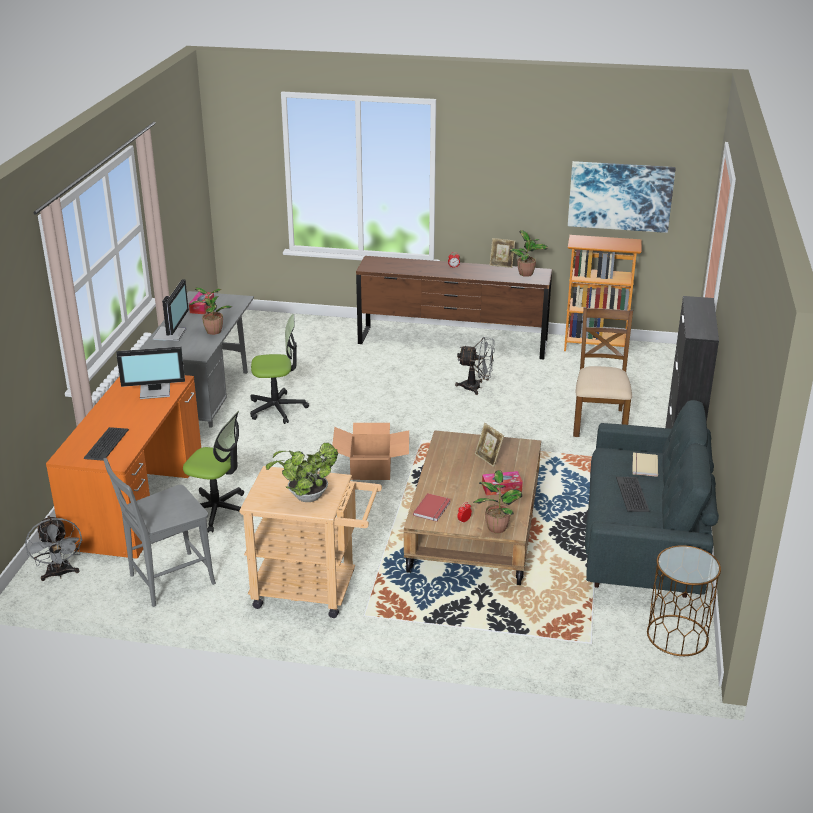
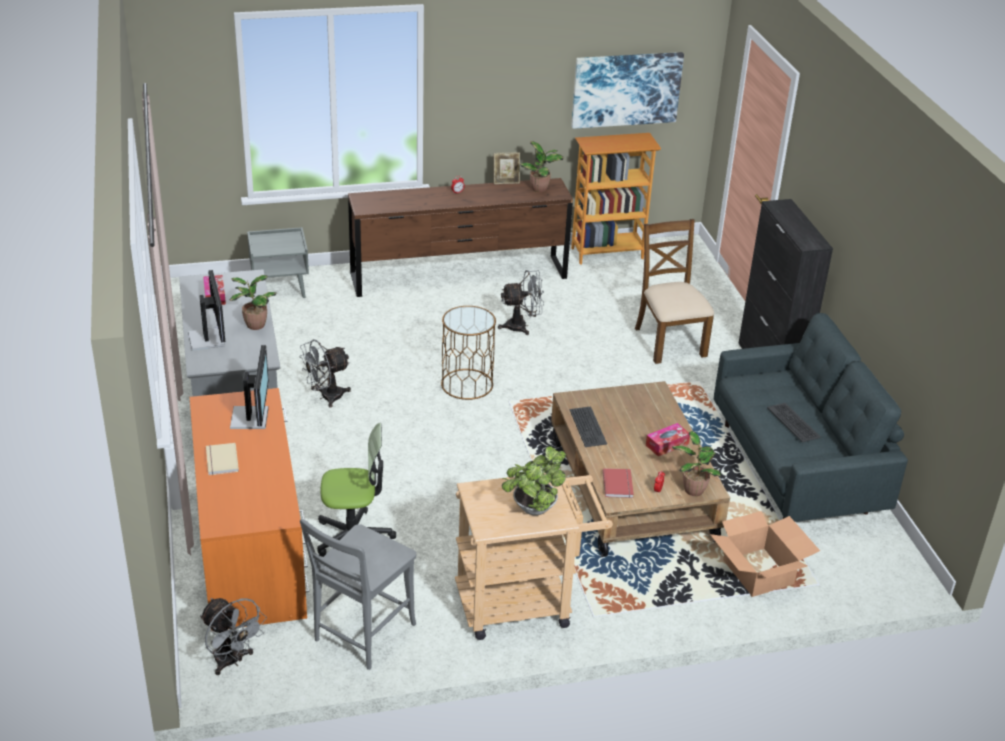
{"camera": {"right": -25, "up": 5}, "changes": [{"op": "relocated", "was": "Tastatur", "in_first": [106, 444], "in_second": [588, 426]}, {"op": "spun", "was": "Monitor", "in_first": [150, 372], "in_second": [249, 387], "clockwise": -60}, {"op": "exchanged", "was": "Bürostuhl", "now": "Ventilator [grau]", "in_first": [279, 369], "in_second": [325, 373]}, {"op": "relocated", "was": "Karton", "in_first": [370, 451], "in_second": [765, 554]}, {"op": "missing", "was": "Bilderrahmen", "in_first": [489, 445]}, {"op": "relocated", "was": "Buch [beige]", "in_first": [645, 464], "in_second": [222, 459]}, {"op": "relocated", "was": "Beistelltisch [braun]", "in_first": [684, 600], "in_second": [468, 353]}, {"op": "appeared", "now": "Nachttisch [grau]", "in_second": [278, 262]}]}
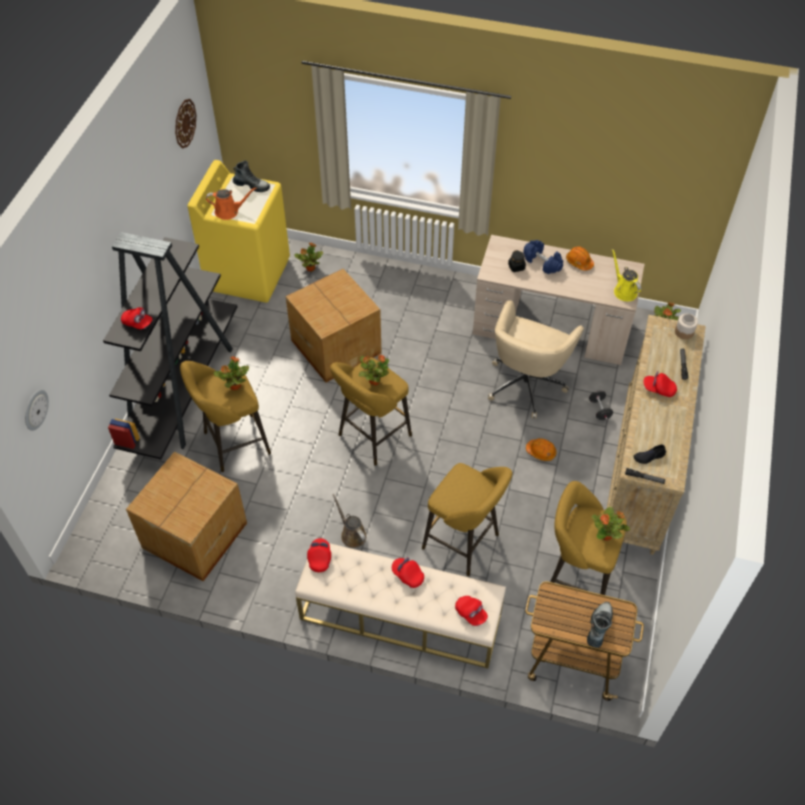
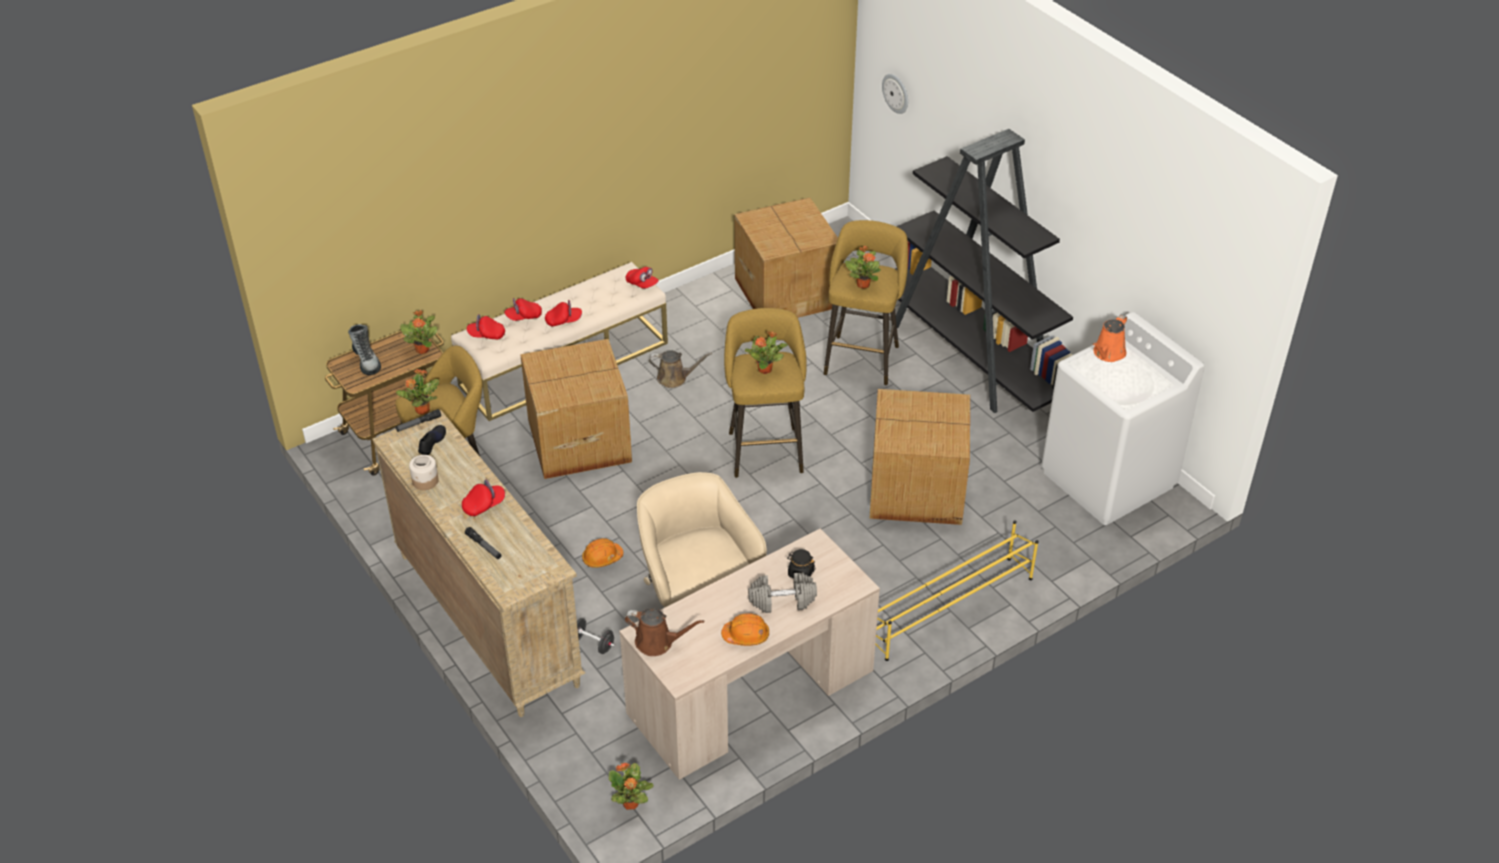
{"camera": {"right": 130, "up": -10}, "changes": [{"op": "relocated", "was": "Kappe [rot]", "in_first": [137, 318], "in_second": [523, 309]}, {"op": "missing", "was": "Wanduhr", "in_first": [185, 123]}, {"op": "colour", "was": "Waschmaschine [gelb]", "now": "Waschmaschine [weiß]", "in_first": [239, 231], "in_second": [1123, 418]}, {"op": "missing", "was": "Stiefel", "in_first": [251, 176]}, {"op": "relocated", "was": "Topfpflanze", "in_first": [308, 257], "in_second": [419, 332]}, {"op": "exchanged", "was": "Hocker [gelb]", "now": "Karton", "in_first": [467, 519], "in_second": [576, 409]}, {"op": "colour", "was": "Hantel [blau]", "now": "Hantel [grau]", "in_first": [543, 257], "in_second": [782, 593]}, {"op": "colour", "was": "Gießkanne [gelb]", "now": "Gießkanne [braun]", "in_first": [626, 275], "in_second": [664, 632]}, {"op": "relocated", "was": "Vorratsglas", "in_first": [686, 326], "in_second": [424, 472]}, {"op": "appeared", "now": "Schuhregal [gelb]", "in_second": [957, 590]}]}
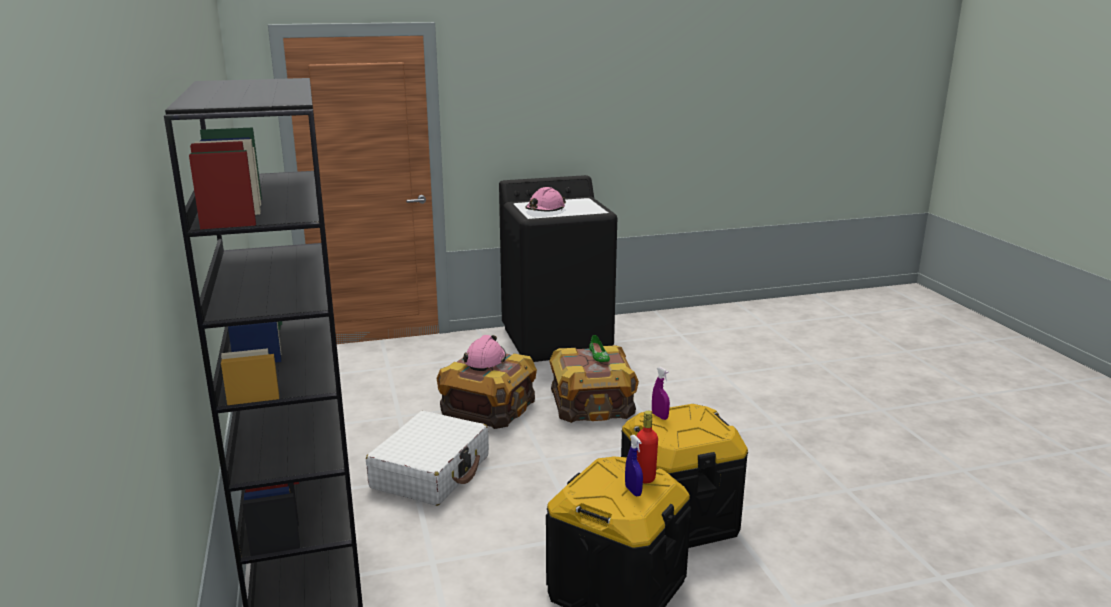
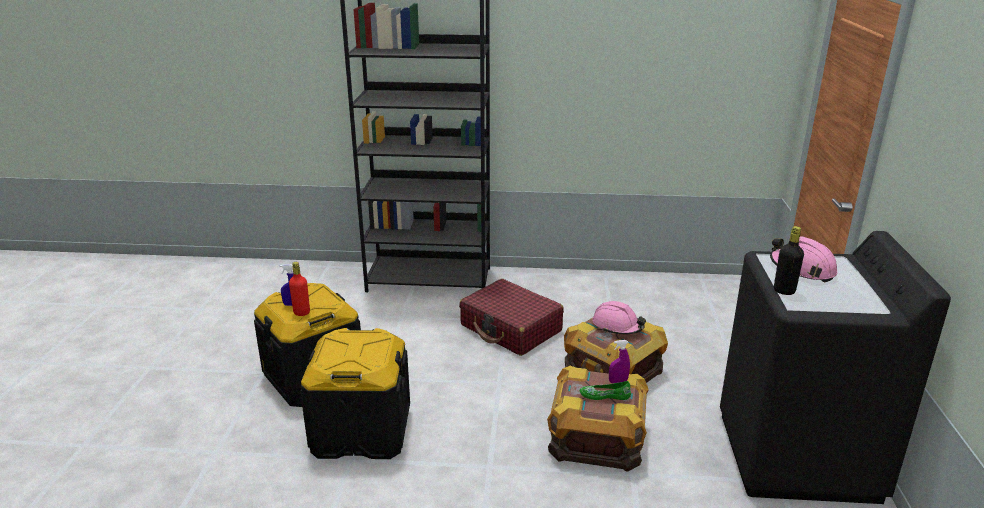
{"camera": {"right": 110, "up": 5}, "changes": [{"op": "colour", "was": "Koffer [weiß]", "now": "Koffer [rot]", "in_first": [427, 458], "in_second": [511, 317]}, {"op": "relocated", "was": "Sprühflasche [lila]", "in_first": [661, 393], "in_second": [619, 361]}, {"op": "appeared", "now": "Flasche [schwarz]", "in_second": [789, 260]}]}
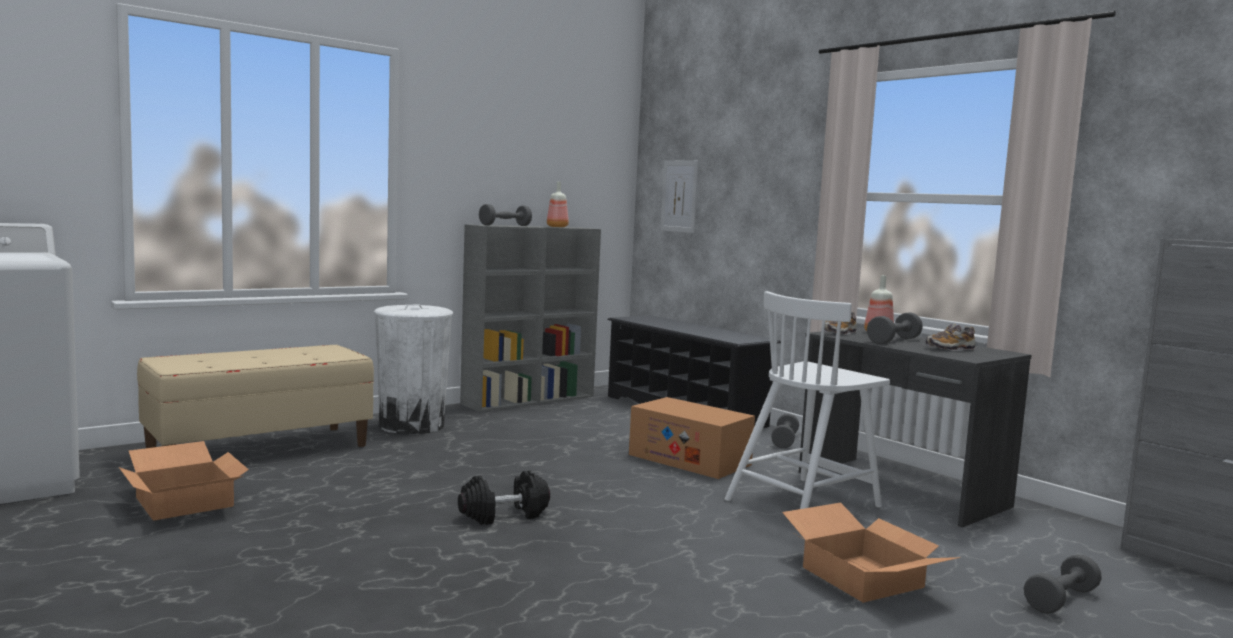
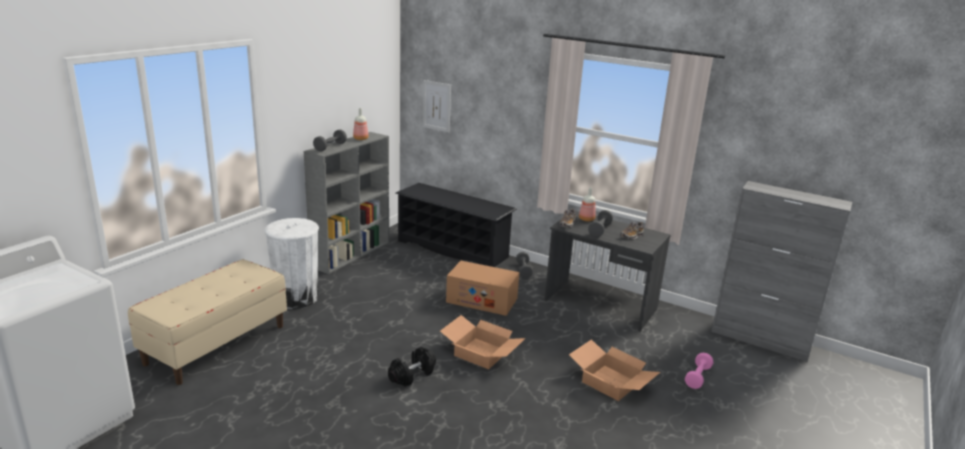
{"camera": {"right": -20, "up": 15}, "changes": [{"op": "relocated", "was": "Karton", "in_first": [184, 480], "in_second": [483, 342]}, {"op": "missing", "was": "Stuhl [weiß]", "in_first": [807, 400]}, {"op": "colour", "was": "Hantel [grau]", "now": "Hantel [rosa]", "in_first": [1063, 584], "in_second": [699, 371]}]}
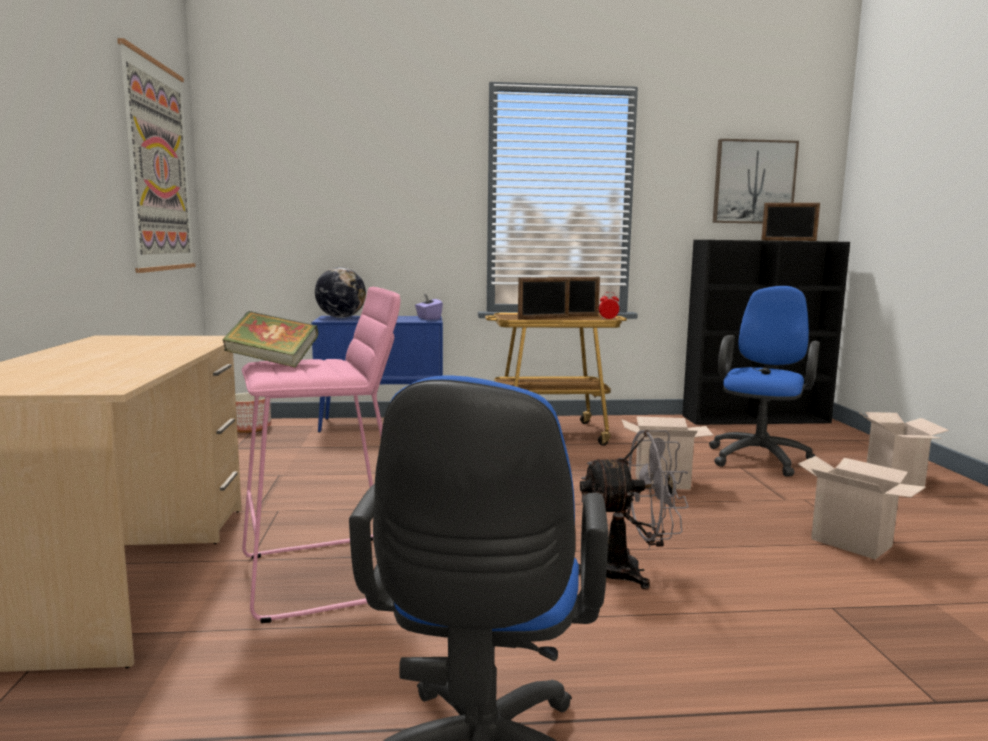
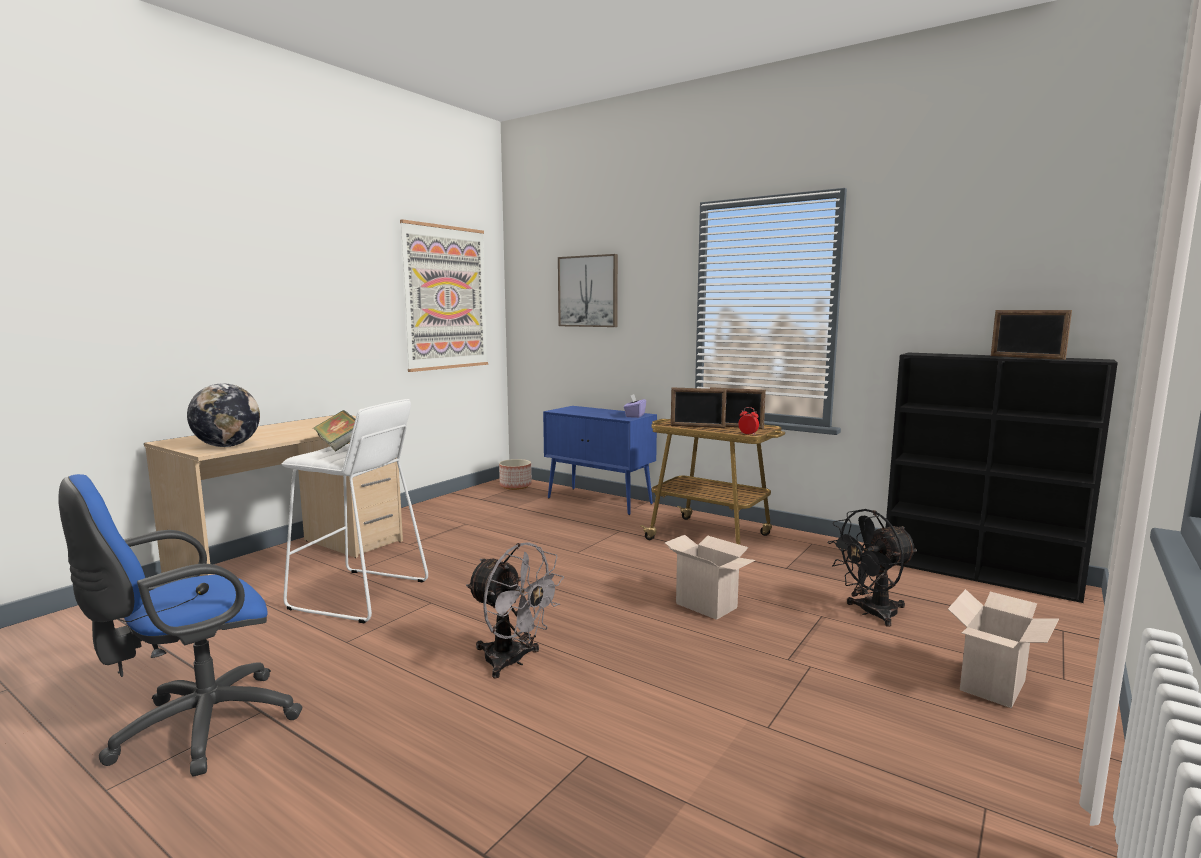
{"camera": {"right": 40, "up": 0}, "changes": [{"op": "colour", "was": "Hocker [rosa]", "now": "Hocker [weiß]", "in_first": [321, 455], "in_second": [355, 511]}, {"op": "relocated", "was": "Globus", "in_first": [340, 292], "in_second": [223, 415]}, {"op": "exchanged", "was": "Bürostuhl [blau]", "now": "Ventilator [schwarz]", "in_first": [764, 381], "in_second": [872, 568]}, {"op": "relocated", "was": "Bild", "in_first": [756, 181], "in_second": [588, 290]}, {"op": "missing", "was": "Karton", "in_first": [862, 507]}]}
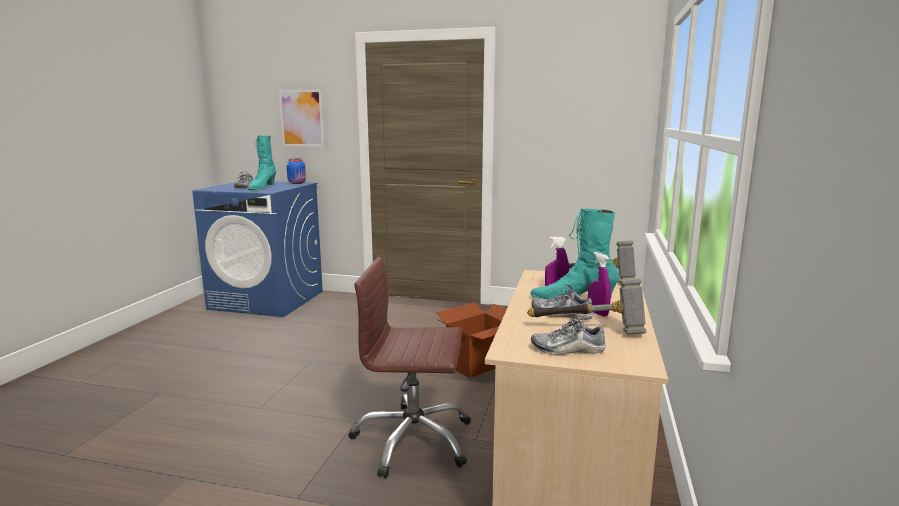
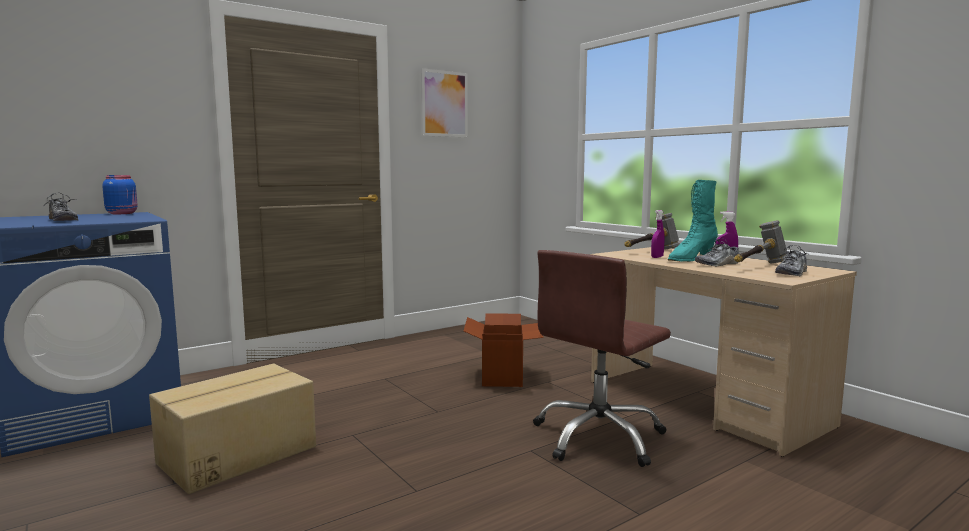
{"camera": {"right": -50, "up": -5}, "changes": [{"op": "missing", "was": "Stiefel [türkis]", "in_first": [262, 162]}, {"op": "relocated", "was": "Bild", "in_first": [302, 118], "in_second": [444, 102]}, {"op": "appeared", "now": "Karton", "in_second": [232, 429]}]}
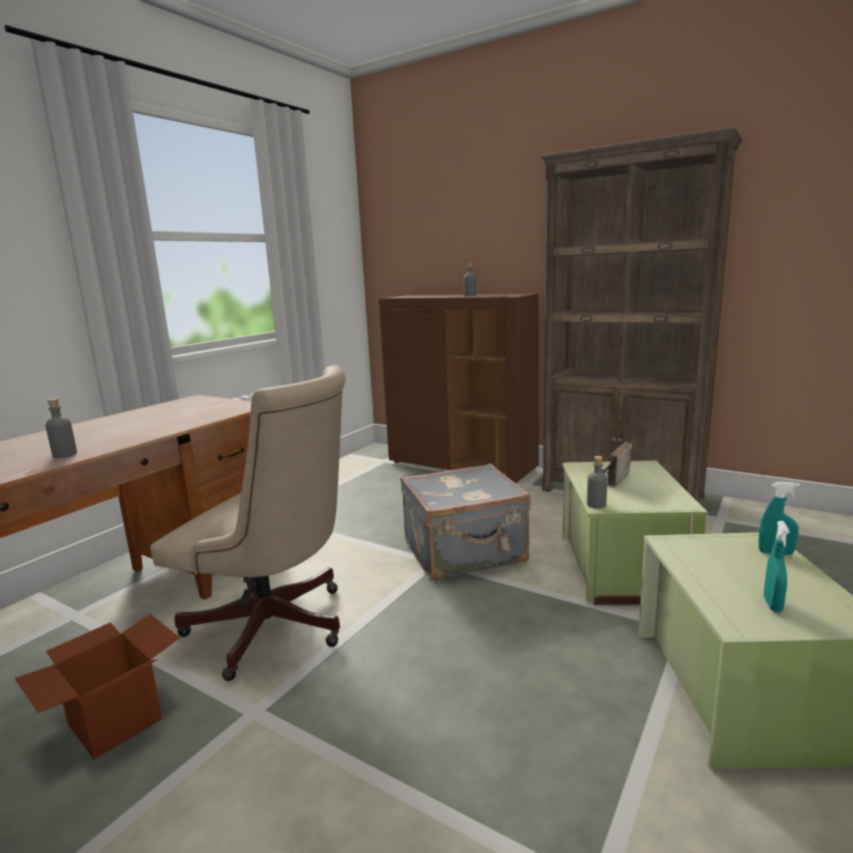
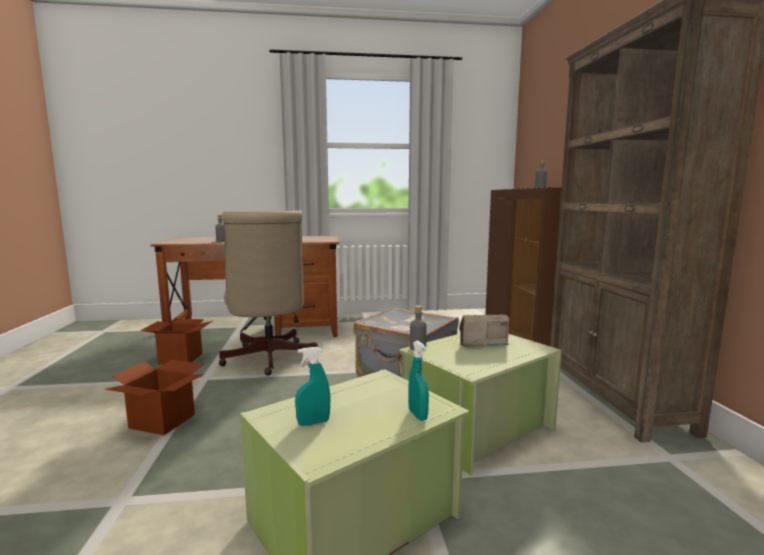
{"camera": {"right": 50, "up": -5}, "changes": [{"op": "appeared", "now": "Karton", "in_second": [154, 397]}]}
